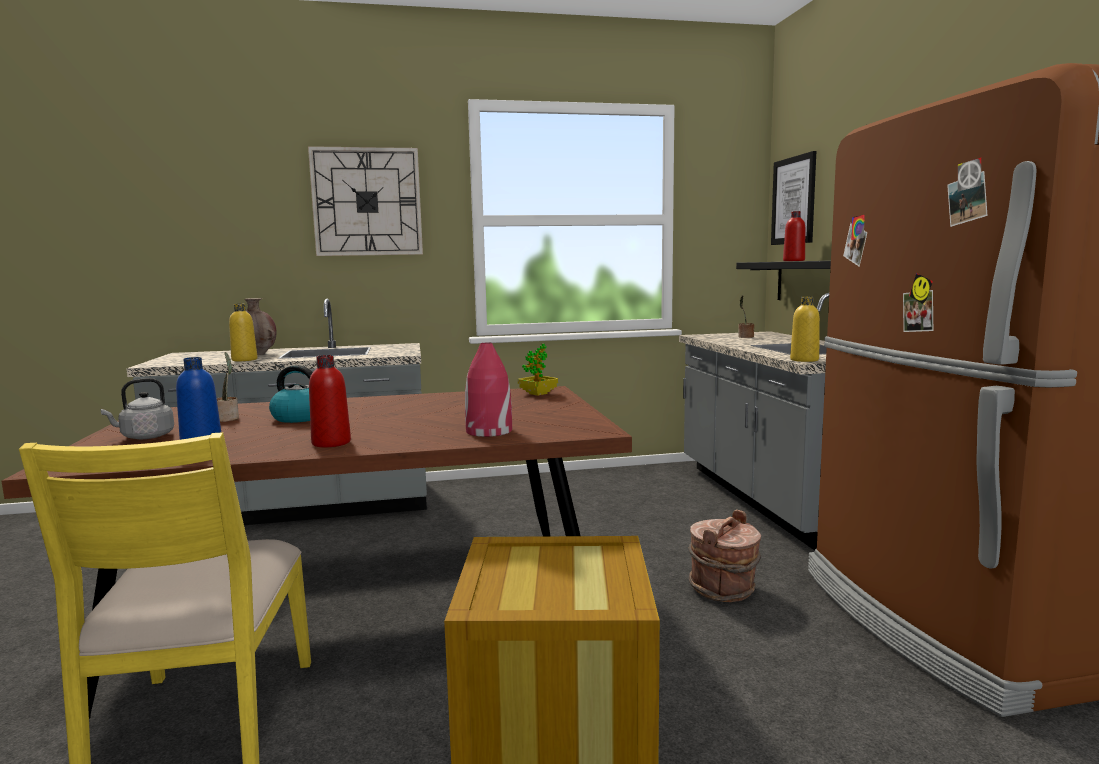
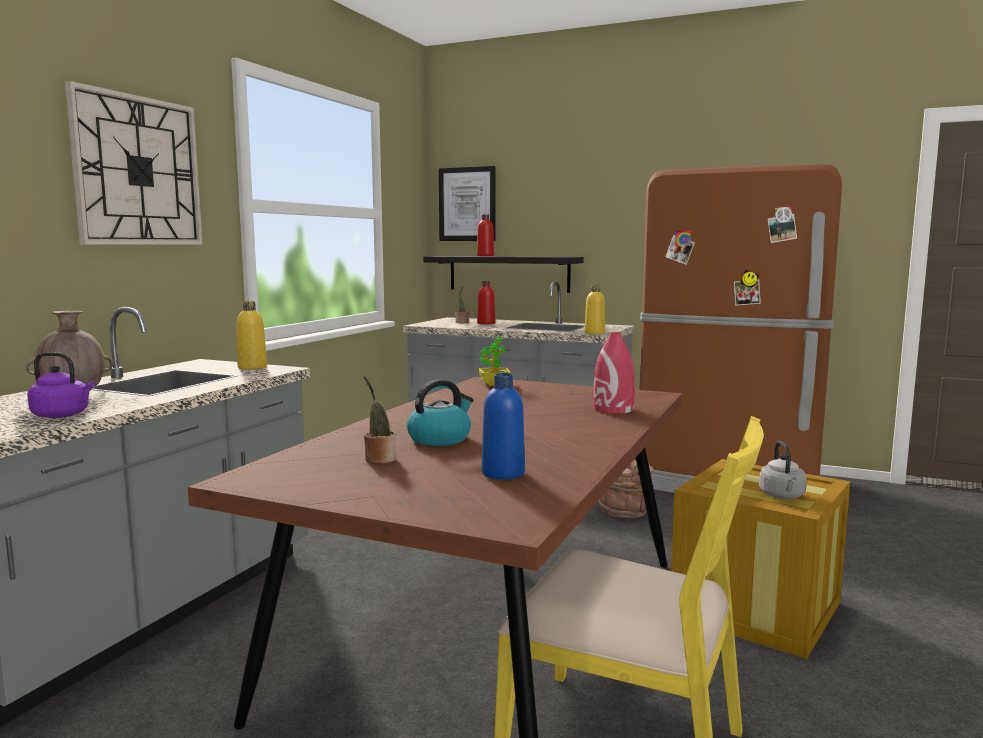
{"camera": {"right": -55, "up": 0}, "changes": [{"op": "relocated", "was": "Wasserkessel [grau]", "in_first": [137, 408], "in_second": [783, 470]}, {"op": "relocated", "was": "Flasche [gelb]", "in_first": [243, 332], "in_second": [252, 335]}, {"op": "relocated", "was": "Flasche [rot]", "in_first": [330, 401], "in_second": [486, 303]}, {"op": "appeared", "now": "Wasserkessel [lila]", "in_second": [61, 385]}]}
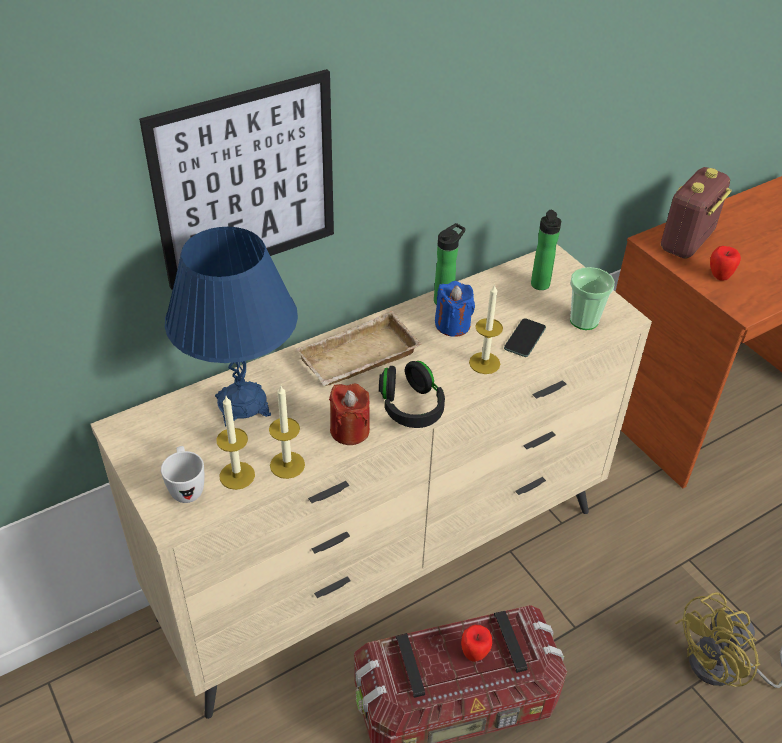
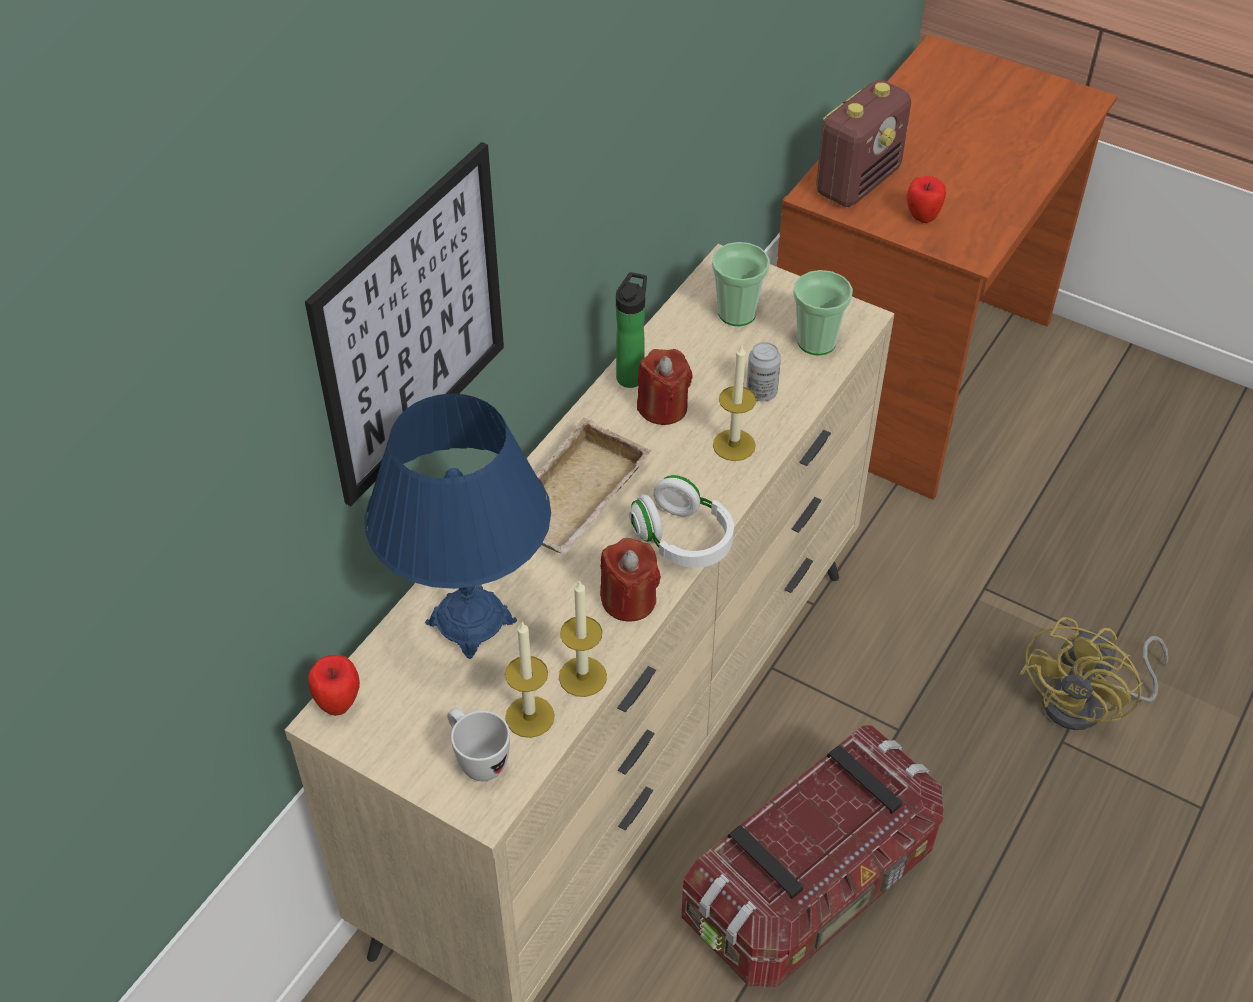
{"camera": {"right": -25, "up": 5}, "changes": [{"op": "colour", "was": "Kopfhörer [schwarz]", "now": "Kopfhörer [weiß]", "in_first": [412, 394], "in_second": [681, 521]}, {"op": "colour", "was": "Kerze [blau]", "now": "Kerze [rot]", "in_first": [455, 309], "in_second": [665, 387]}, {"op": "relocated", "was": "Apfel", "in_first": [476, 643], "in_second": [334, 685]}, {"op": "exchanged", "was": "Handy", "now": "Dose", "in_first": [525, 337], "in_second": [763, 372]}, {"op": "exchanged", "was": "Flasche", "now": "Tasse", "in_first": [546, 250], "in_second": [741, 284]}, {"op": "spun", "was": "Radio", "in_first": [696, 213], "in_second": [863, 143], "clockwise": -150}]}
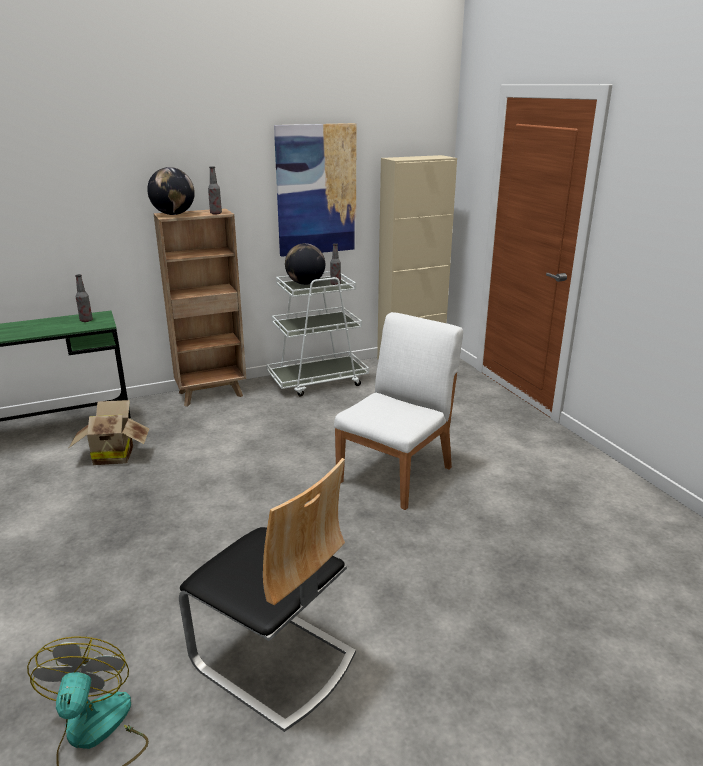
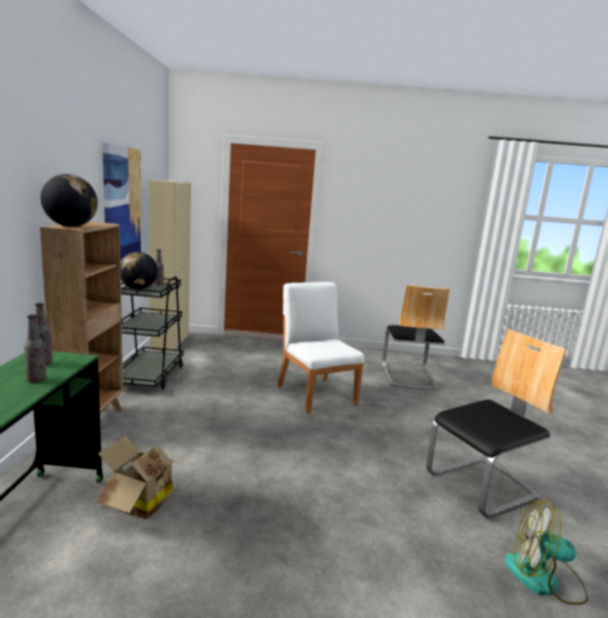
{"camera": {"right": -65, "up": -10}, "changes": [{"op": "relocated", "was": "Flasche", "in_first": [215, 190], "in_second": [35, 348]}, {"op": "colour", "was": "Rollwagen [weiß]", "now": "Rollwagen [schwarz]", "in_first": [318, 333], "in_second": [152, 332]}, {"op": "appeared", "now": "Stuhl", "in_second": [416, 337]}]}
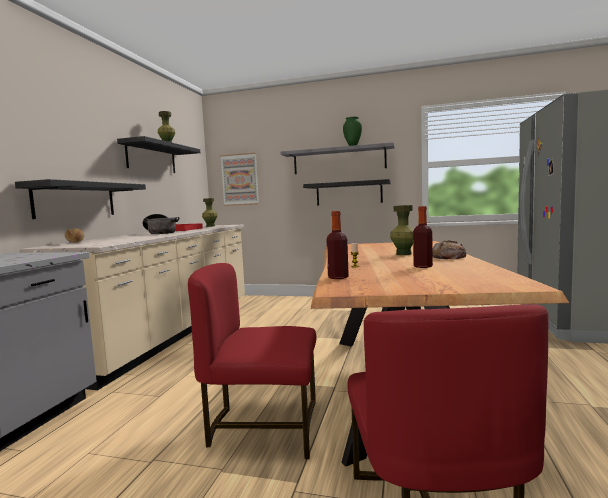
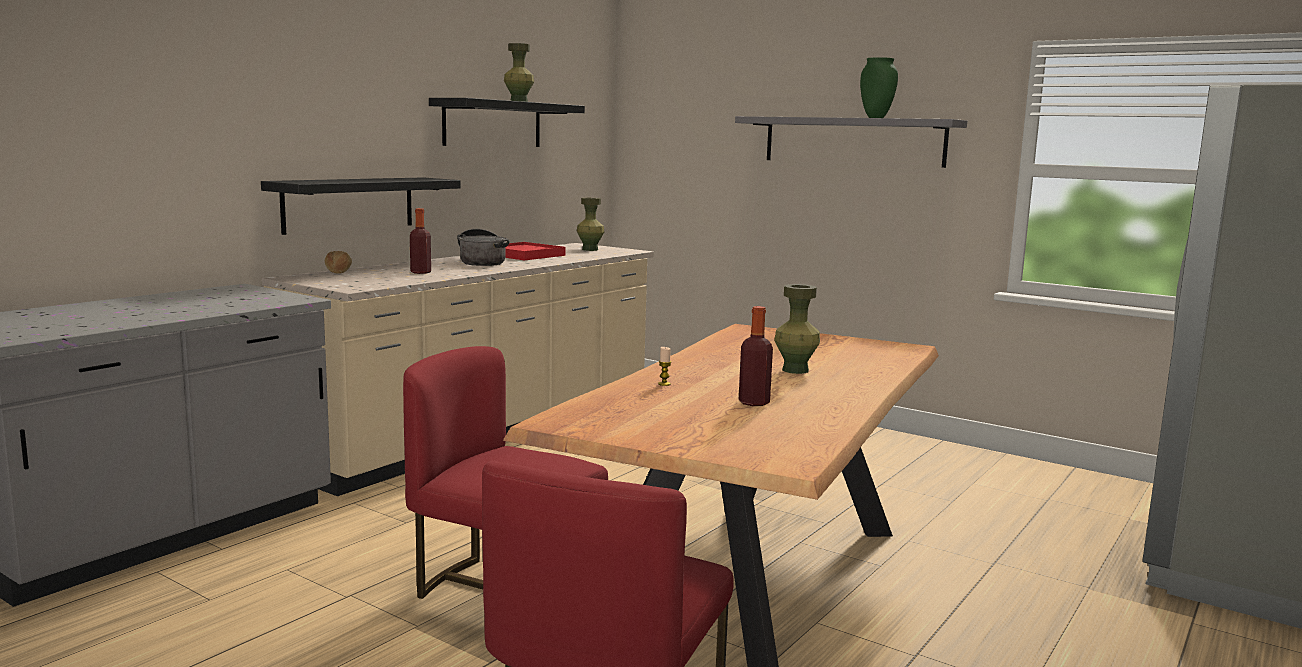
{"camera": {"right": 20, "up": 5}, "changes": [{"op": "missing", "was": "Bild", "in_first": [239, 179]}, {"op": "missing", "was": "Wandregal [schwarz]", "in_first": [347, 192]}, {"op": "relocated", "was": "Flasche", "in_first": [337, 245], "in_second": [420, 241]}, {"op": "missing", "was": "Brot", "in_first": [450, 249]}]}
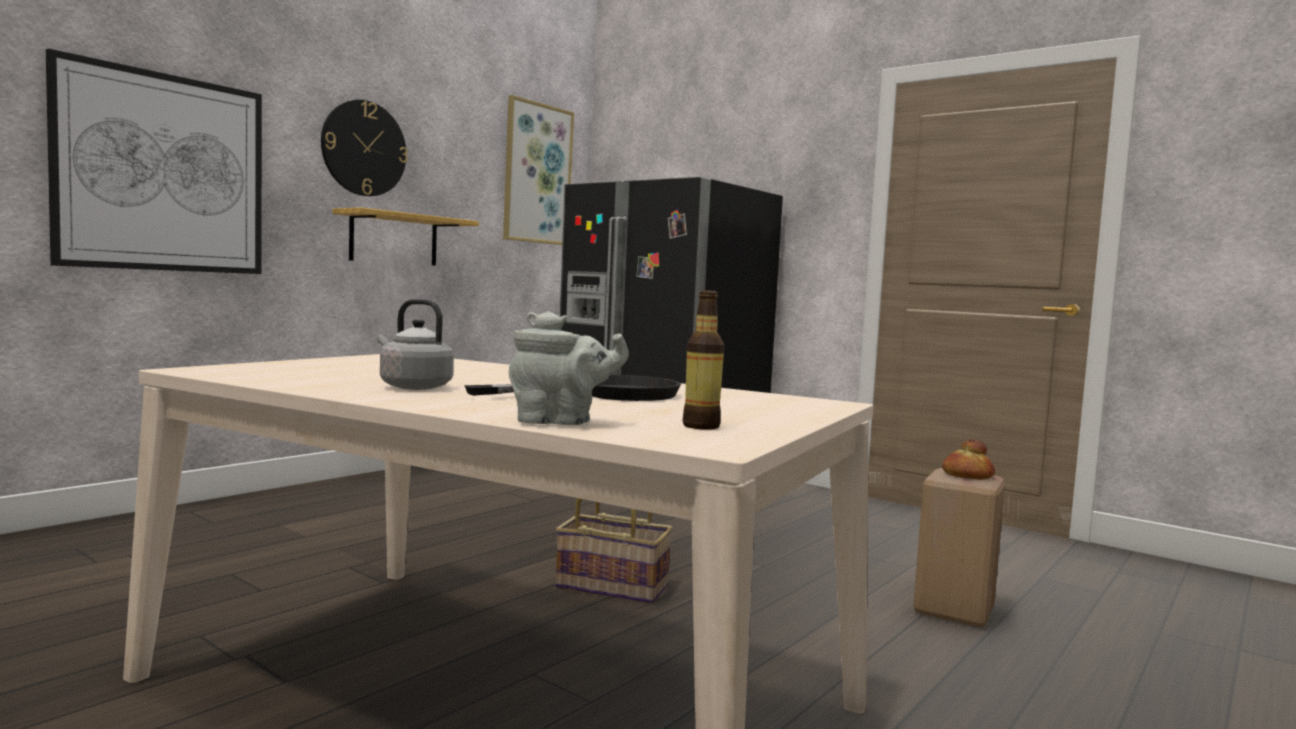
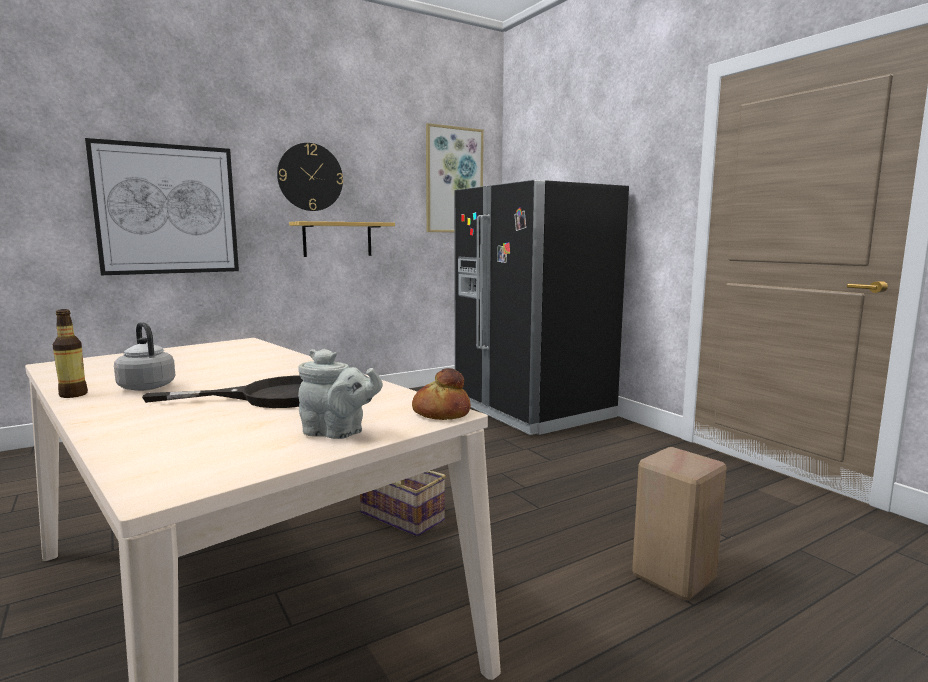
{"camera": {"right": 20, "up": 5}, "changes": [{"op": "relocated", "was": "Teekanne [grau]", "in_first": [569, 368], "in_second": [340, 394]}, {"op": "relocated", "was": "Flasche", "in_first": [703, 360], "in_second": [70, 353]}, {"op": "relocated", "was": "Brot", "in_first": [968, 459], "in_second": [441, 394]}]}
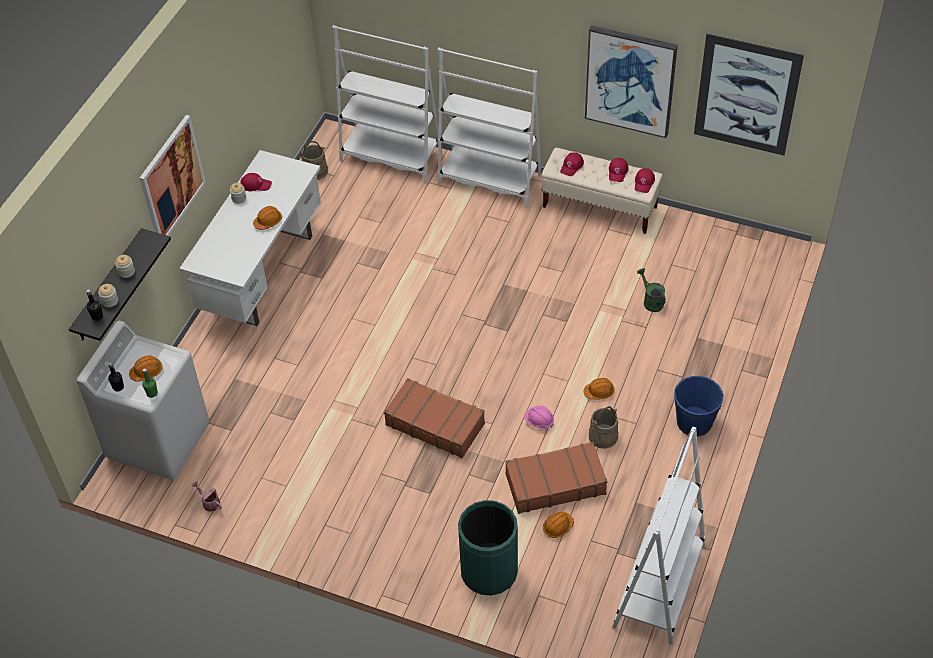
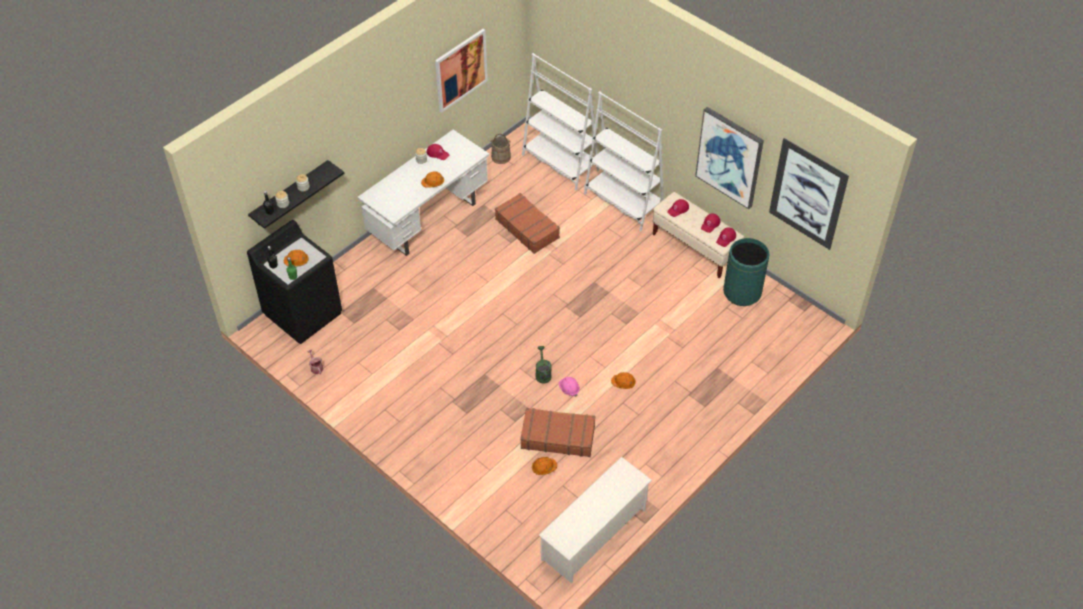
{"camera": {"right": 20, "up": 0}, "changes": [{"op": "colour", "was": "Waschmaschine [weiß]", "now": "Waschmaschine [schwarz]", "in_first": [143, 400], "in_second": [294, 282]}, {"op": "relocated", "was": "Bild", "in_first": [173, 175], "in_second": [461, 71]}, {"op": "relocated", "was": "Koffer [braun]", "in_first": [434, 418], "in_second": [527, 223]}, {"op": "relocated", "was": "Mülleimer [grün]", "in_first": [488, 547], "in_second": [746, 272]}, {"op": "missing", "was": "Eimer [beige]", "in_first": [603, 427]}, {"op": "exchanged", "was": "Bücherregal [weiß]", "now": "Schuhregal [weiß]", "in_first": [659, 536], "in_second": [595, 520]}, {"op": "relocated", "was": "Gießkanne [grün]", "in_first": [651, 290], "in_second": [543, 365]}, {"op": "missing", "was": "Eimer [blau]", "in_first": [699, 406]}]}
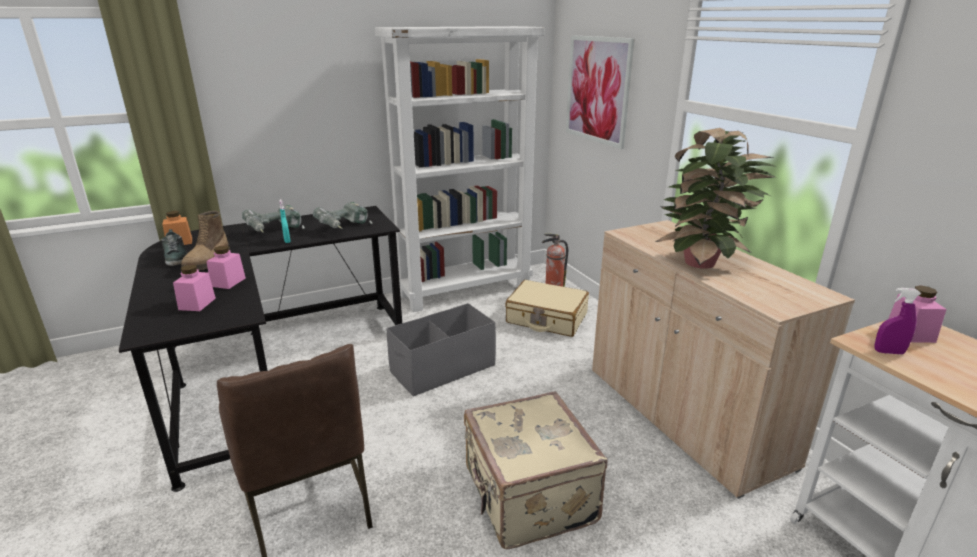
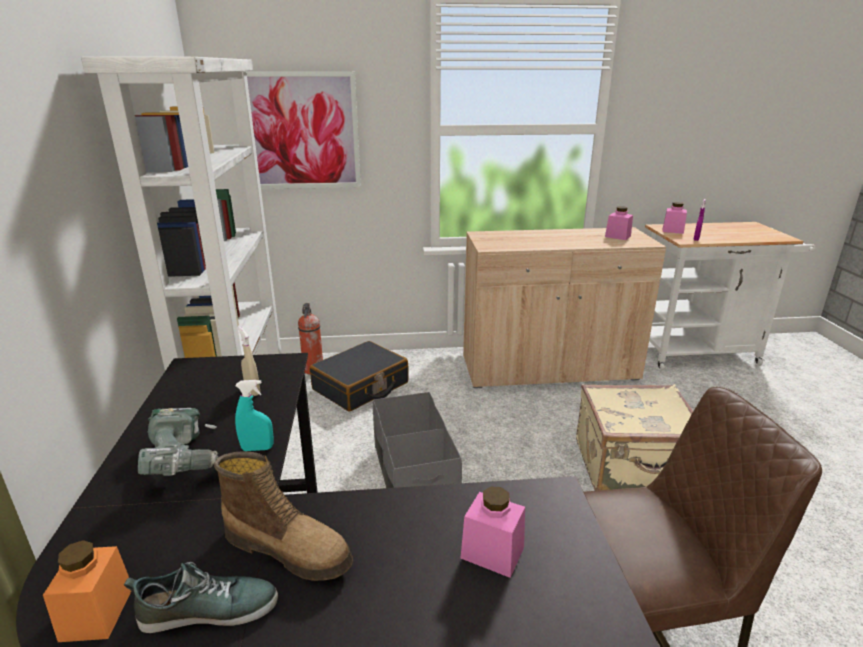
{"camera": {"right": -70, "up": 0}, "changes": [{"op": "relocated", "was": "Vorratsglas [rosa]", "in_first": [226, 267], "in_second": [619, 223]}, {"op": "exchanged", "was": "Bohrmaschine", "now": "Sprühflasche [beige]", "in_first": [343, 215], "in_second": [249, 361]}, {"op": "colour", "was": "Koffer [beige]", "now": "Koffer [schwarz]", "in_first": [547, 308], "in_second": [359, 376]}, {"op": "missing", "was": "Topfpflanze", "in_first": [716, 198]}]}
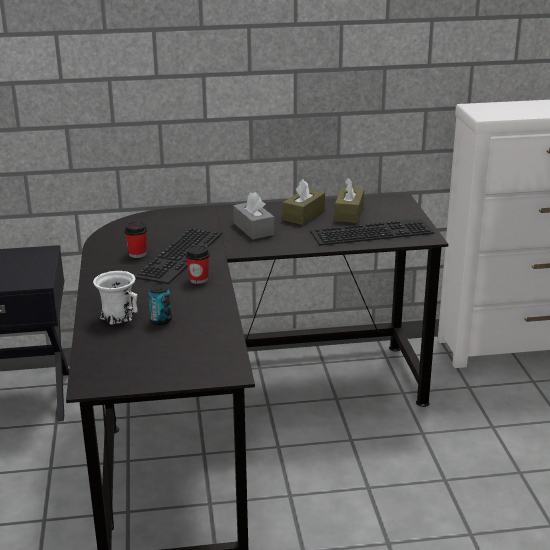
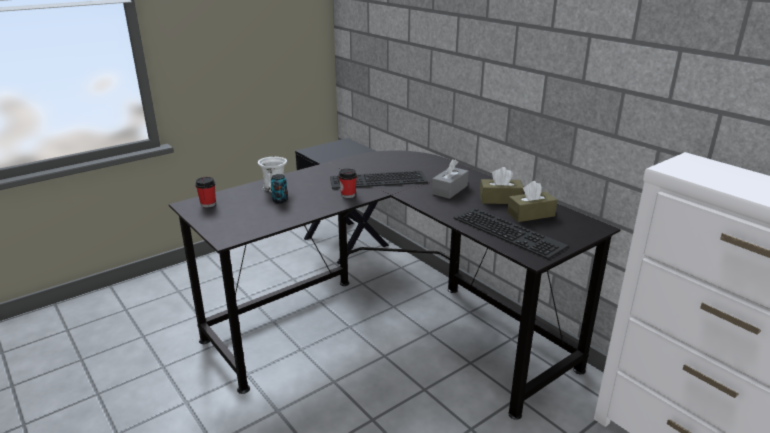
{"camera": {"right": 60, "up": 0}, "changes": [{"op": "relocated", "was": "Tasse", "in_first": [135, 239], "in_second": [205, 192]}]}
